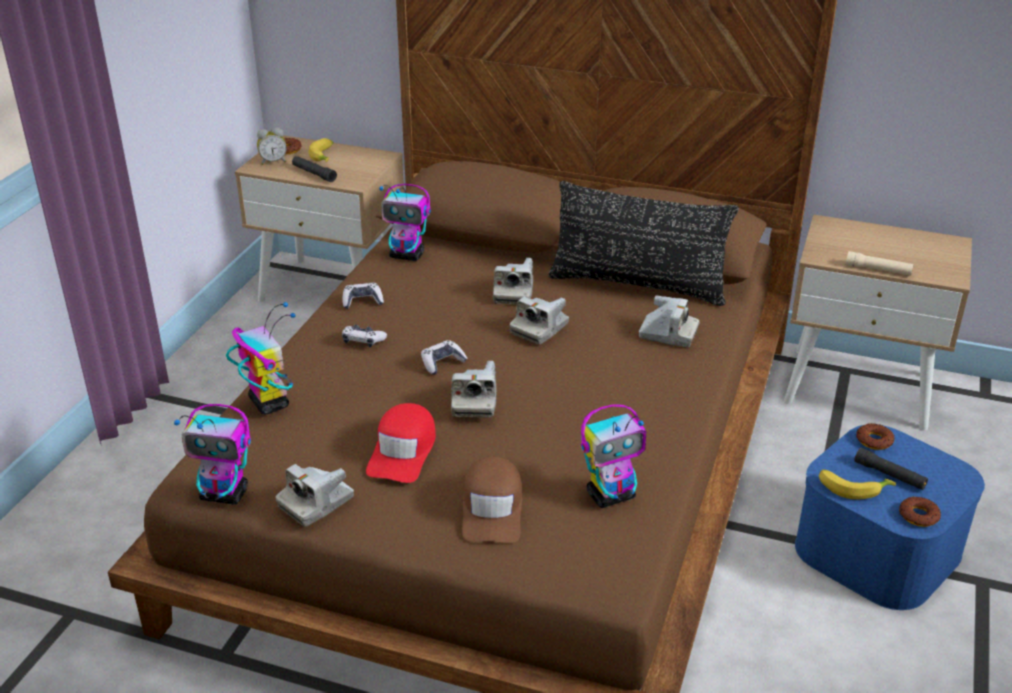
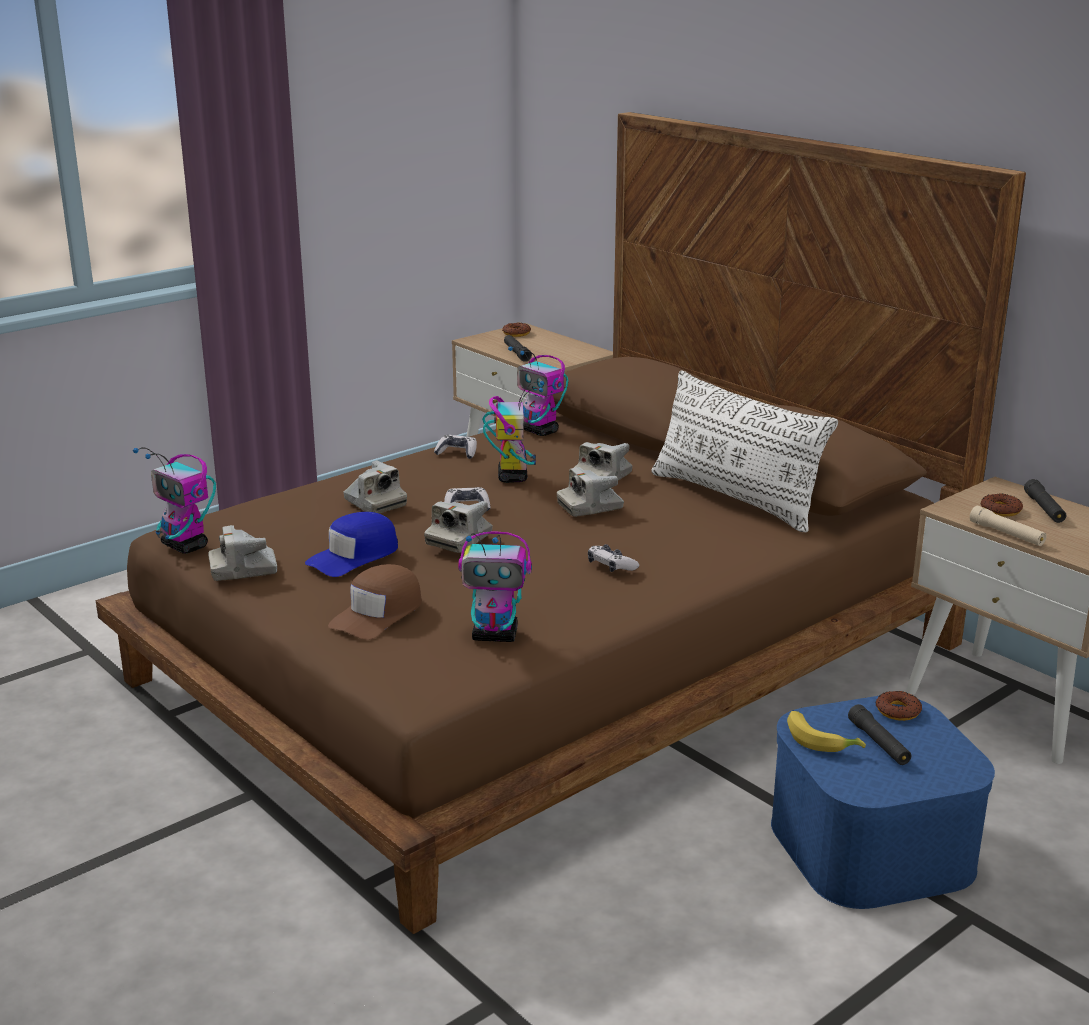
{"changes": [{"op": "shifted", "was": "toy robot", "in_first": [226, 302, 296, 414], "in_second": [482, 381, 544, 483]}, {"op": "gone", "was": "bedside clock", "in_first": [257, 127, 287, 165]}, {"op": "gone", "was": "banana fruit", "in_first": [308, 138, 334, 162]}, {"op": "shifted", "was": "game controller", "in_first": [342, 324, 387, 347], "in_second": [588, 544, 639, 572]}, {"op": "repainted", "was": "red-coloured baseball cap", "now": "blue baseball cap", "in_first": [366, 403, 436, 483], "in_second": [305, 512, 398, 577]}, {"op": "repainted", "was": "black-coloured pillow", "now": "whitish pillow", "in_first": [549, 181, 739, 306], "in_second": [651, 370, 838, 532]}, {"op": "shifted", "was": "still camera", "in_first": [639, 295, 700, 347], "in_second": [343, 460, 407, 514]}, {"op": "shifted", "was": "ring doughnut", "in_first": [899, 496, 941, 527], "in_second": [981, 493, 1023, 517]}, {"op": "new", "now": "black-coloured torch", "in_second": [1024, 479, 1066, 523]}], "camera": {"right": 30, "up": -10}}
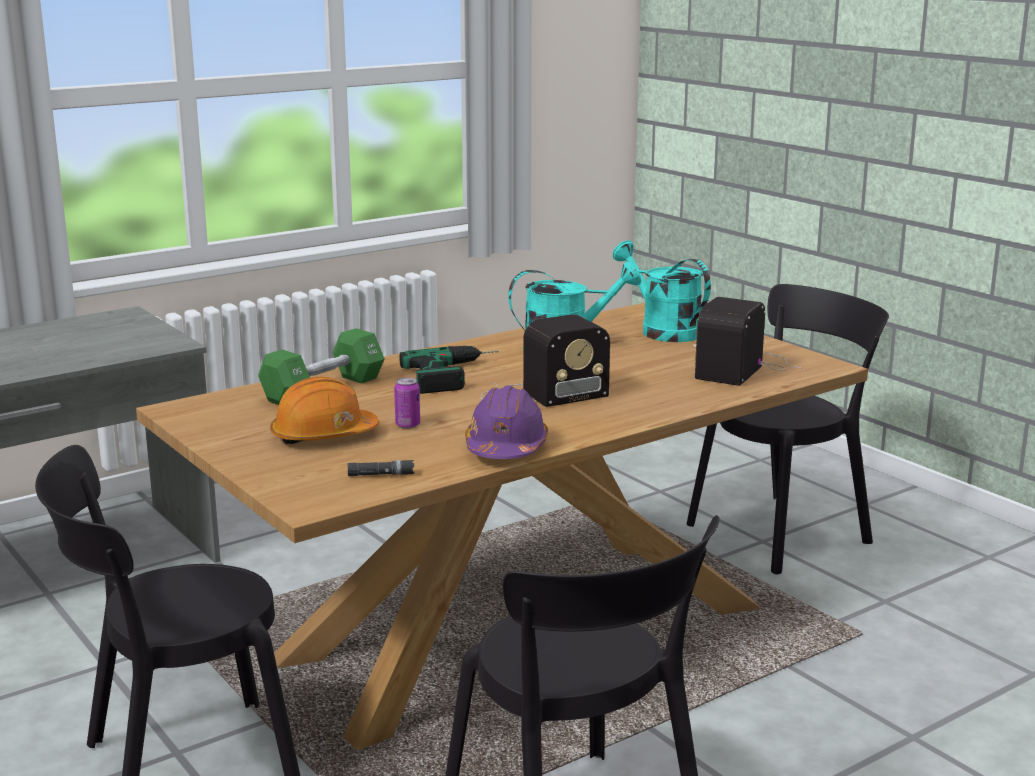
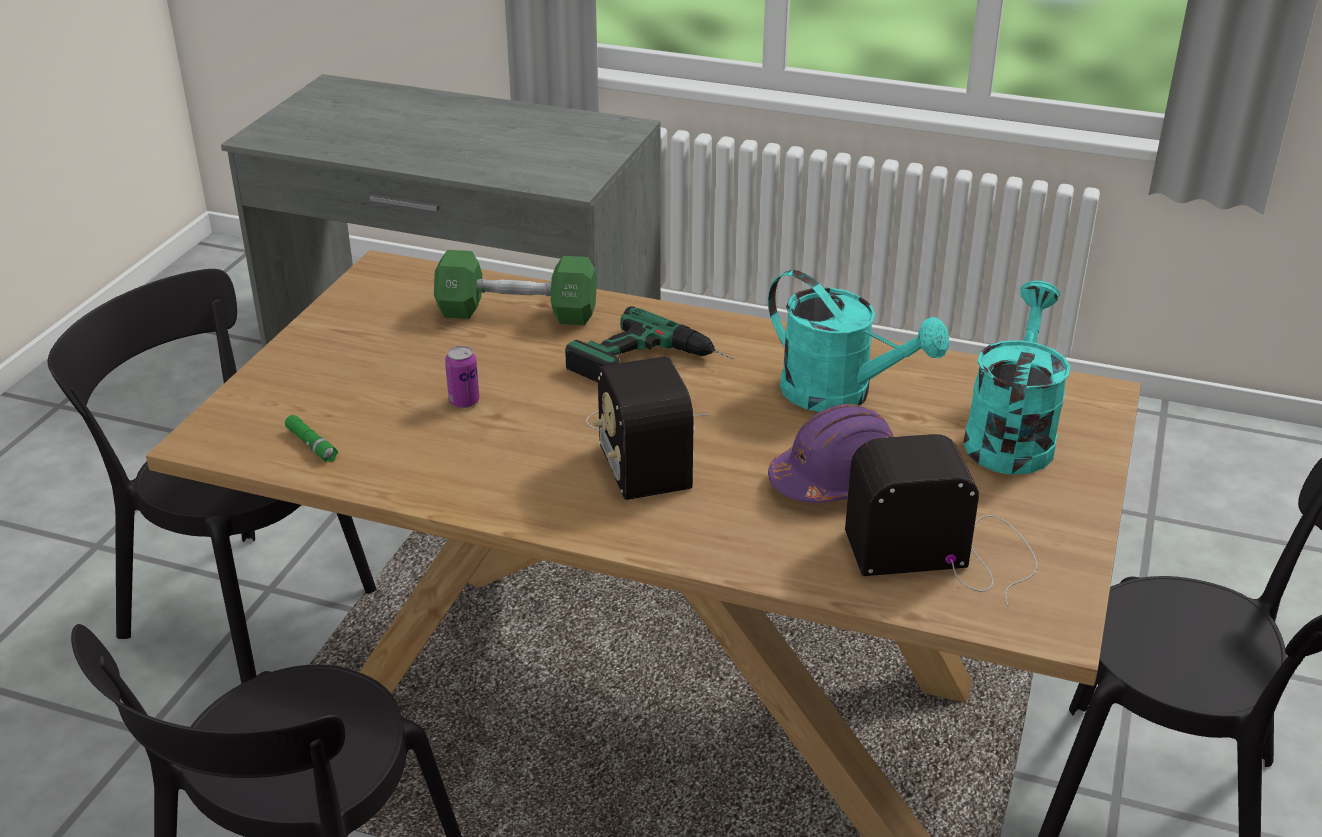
{"changes": [{"op": "gone", "was": "orange work helmet", "in_first": [270, 377, 380, 444]}, {"op": "repainted", "was": "black-coloured torch", "now": "greenish torch", "in_first": [348, 460, 415, 476], "in_second": [285, 415, 338, 462]}, {"op": "shifted", "was": "purplish work helmet", "in_first": [465, 385, 548, 459], "in_second": [768, 404, 894, 503]}, {"op": "rotated", "was": "radio receiver", "in_first": [481, 315, 610, 407], "in_second": [586, 356, 709, 500], "clockwise": 45}], "camera": {"right": 55, "up": 15}}
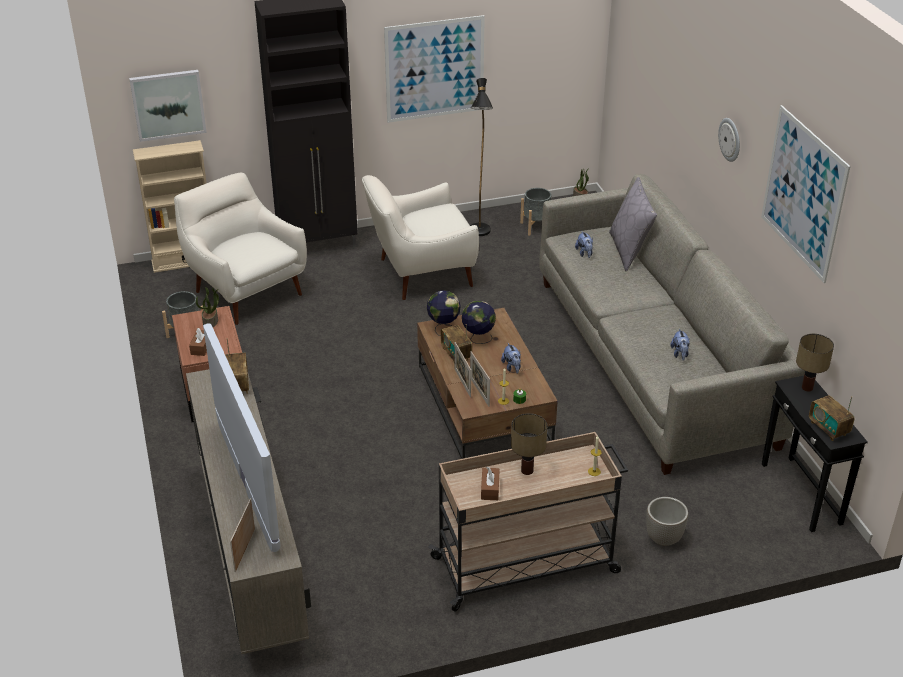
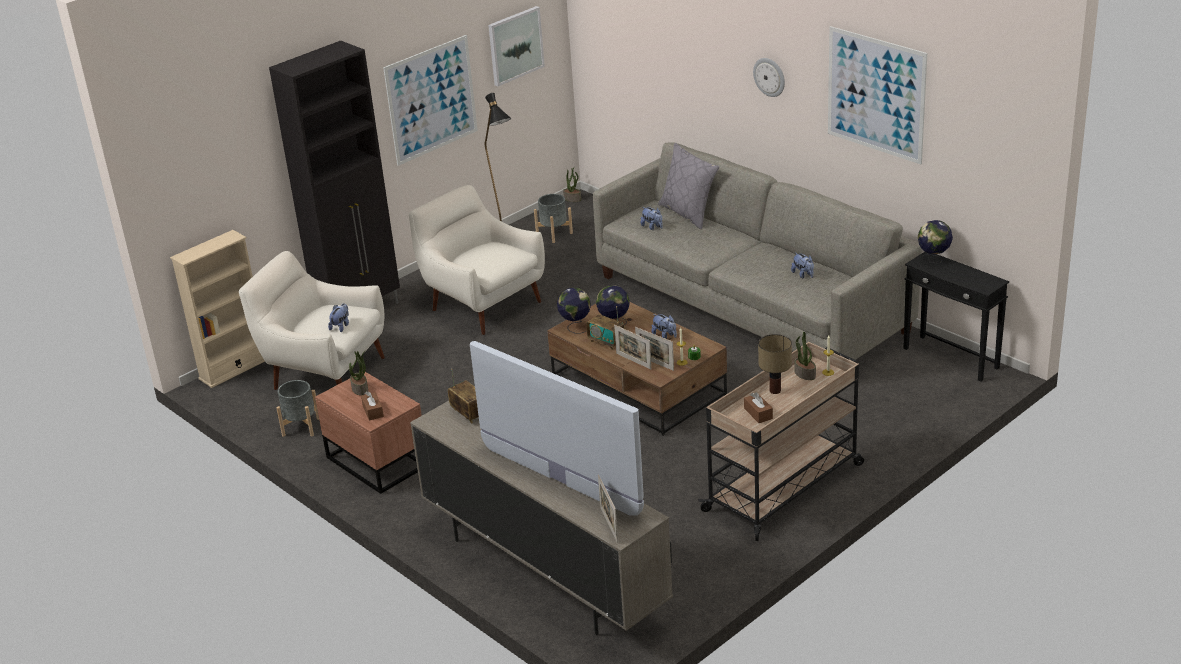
{"changes": [{"op": "shifted", "was": "picture", "in_first": [129, 70, 207, 142], "in_second": [488, 6, 545, 86]}, {"op": "rotated", "was": "whitish easy chair", "in_first": [362, 175, 479, 300], "in_second": [409, 185, 545, 335], "clockwise": 90}, {"op": "gone", "was": "flower pot", "in_first": [646, 497, 688, 546]}, {"op": "swapped", "was": "table lamp", "now": "desk globe", "in_first": [796, 334, 834, 391], "in_second": [917, 220, 953, 264]}, {"op": "gone", "was": "radio receiver", "in_first": [809, 395, 854, 441]}, {"op": "new", "now": "soft toy", "in_second": [328, 303, 349, 332]}, {"op": "new", "now": "potted plant", "in_second": [794, 332, 816, 380]}], "camera": {"right": -25, "up": -5}}
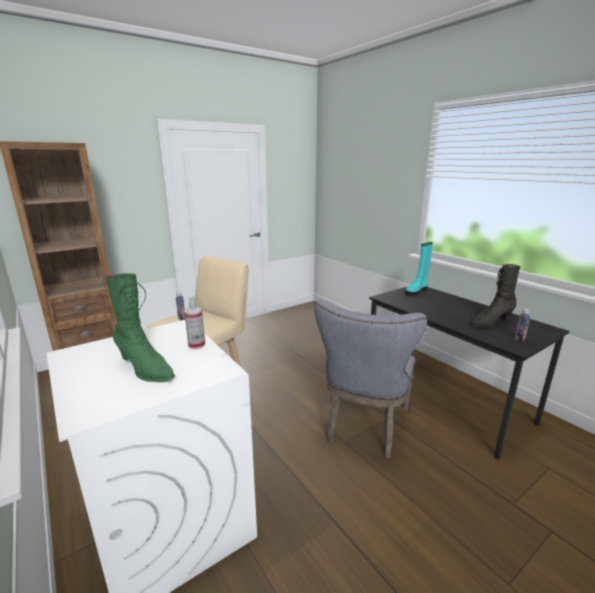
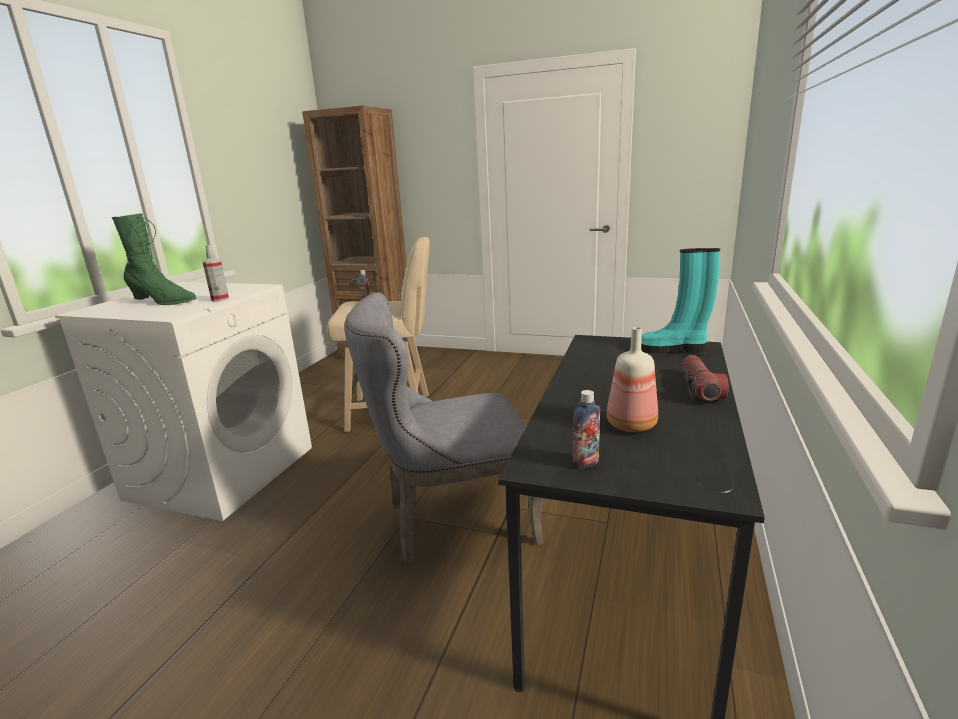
{"changes": [{"op": "rotated", "was": "greenish high-top boot", "in_first": [105, 273, 175, 382], "in_second": [112, 213, 196, 305], "clockwise": -75}, {"op": "swapped", "was": "black-coloured high-top boot", "now": "beverage bottle", "in_first": [470, 264, 521, 327], "in_second": [607, 327, 658, 432]}, {"op": "new", "now": "torch", "in_second": [682, 355, 729, 401]}], "camera": {"right": 55, "up": 0}}
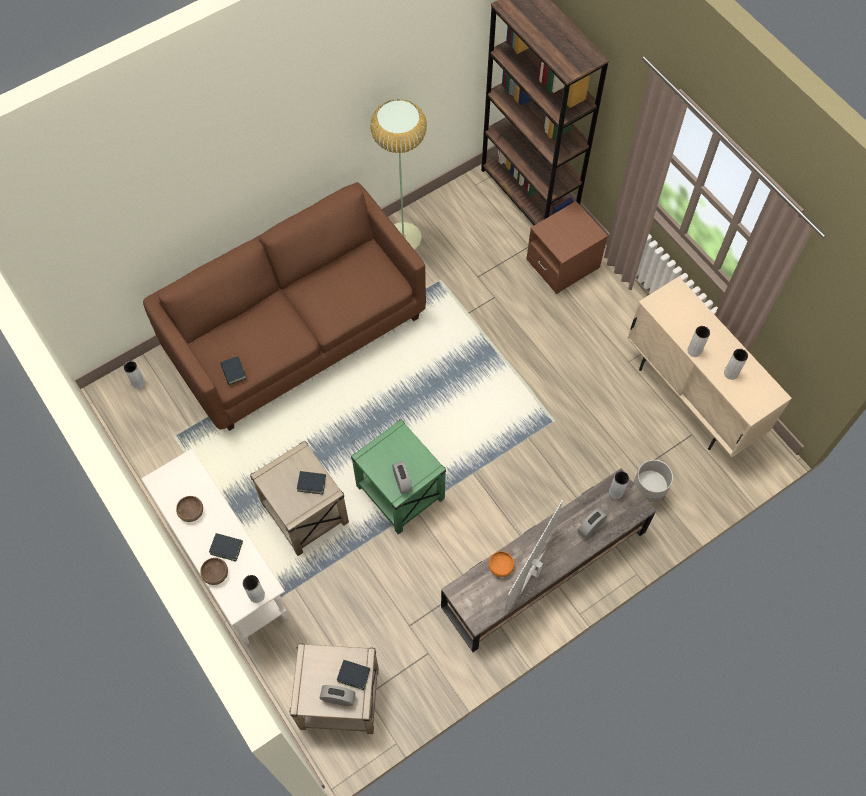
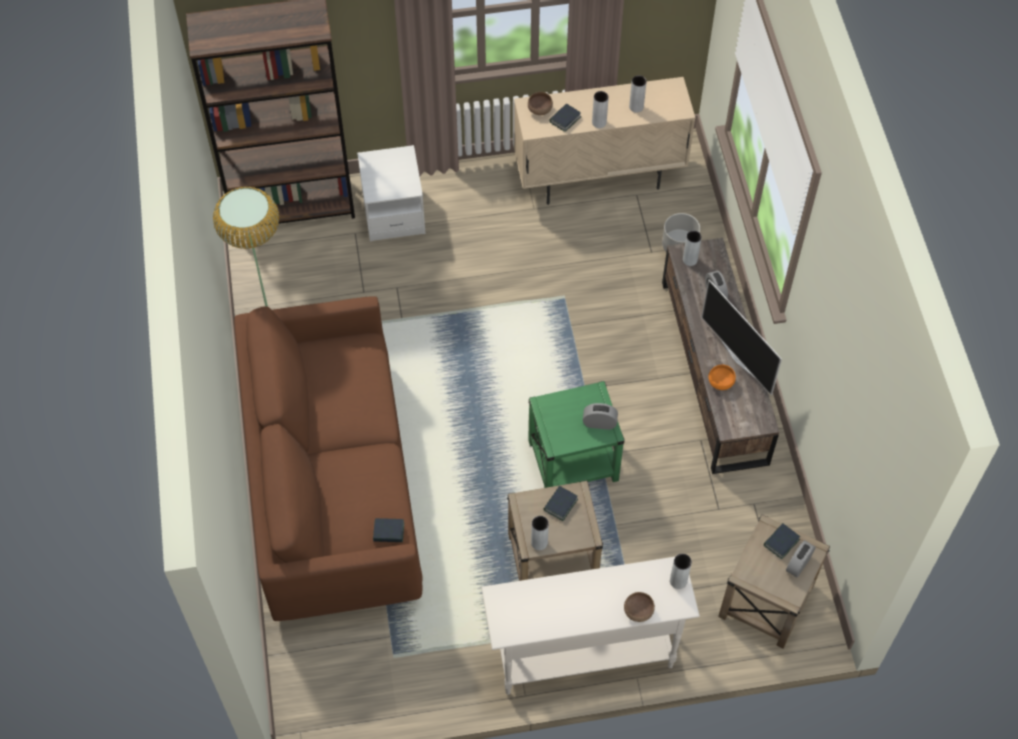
{"changes": [{"op": "shifted", "was": "grey decorative vase", "in_first": [124, 361, 145, 389], "in_second": [531, 516, 549, 550]}, {"op": "shifted", "was": "brownish bowl", "in_first": [176, 496, 203, 522], "in_second": [528, 92, 553, 115]}, {"op": "shifted", "was": "bound book", "in_first": [209, 533, 243, 562], "in_second": [549, 103, 581, 132]}, {"op": "repainted", "was": "brownish nightstand", "now": "whitish nightstand", "in_first": [526, 201, 608, 294], "in_second": [357, 145, 426, 241]}], "camera": {"right": -65, "up": -5}}
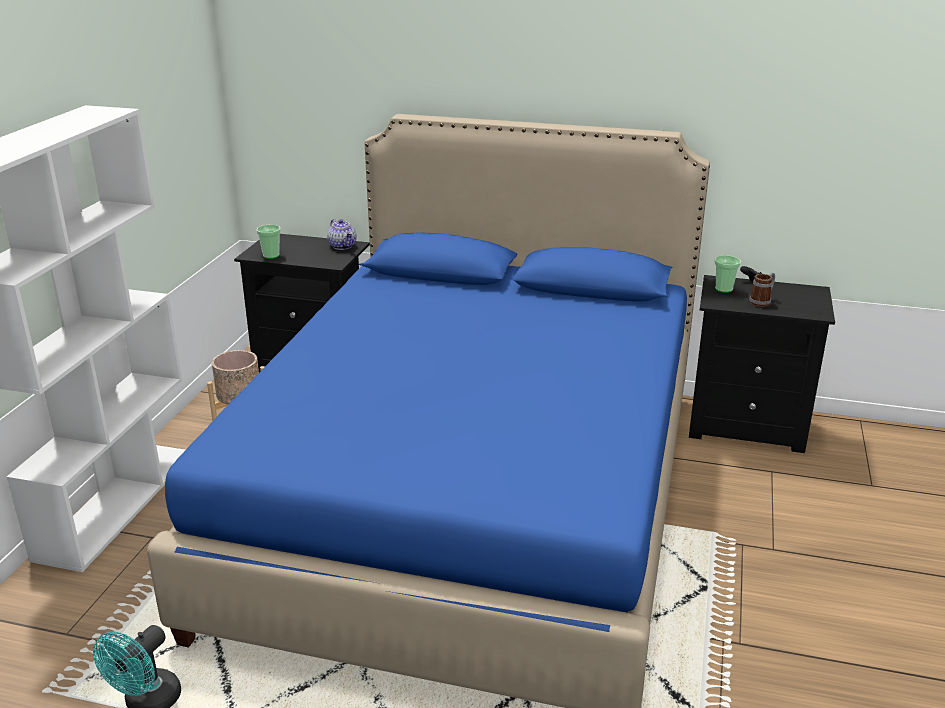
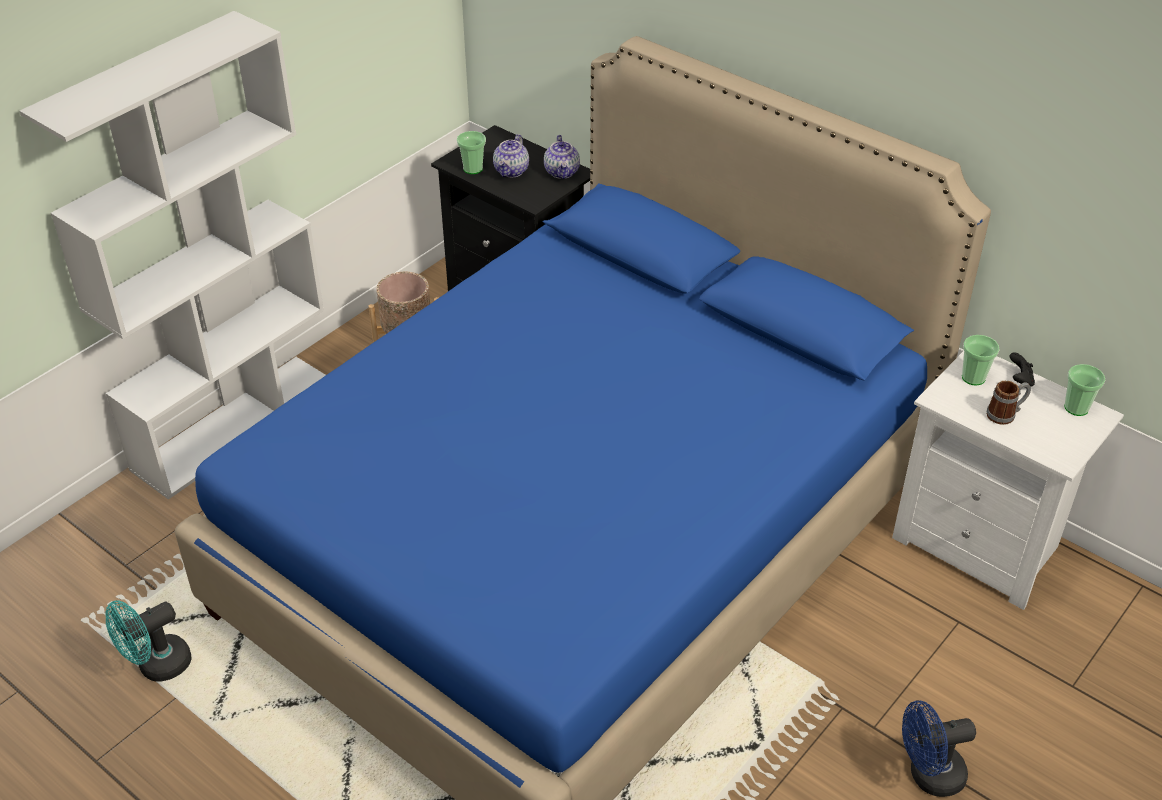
{"changes": [{"op": "repainted", "was": "black-coloured nightstand", "now": "whitish nightstand", "in_first": [689, 275, 835, 453], "in_second": [892, 351, 1124, 610]}, {"op": "new", "now": "pot for tea", "in_second": [493, 134, 529, 177]}, {"op": "new", "now": "blue cooling fan", "in_second": [902, 700, 976, 797]}, {"op": "new", "now": "drinking cup", "in_second": [1064, 364, 1105, 416]}], "camera": {"right": 25, "up": 15}}
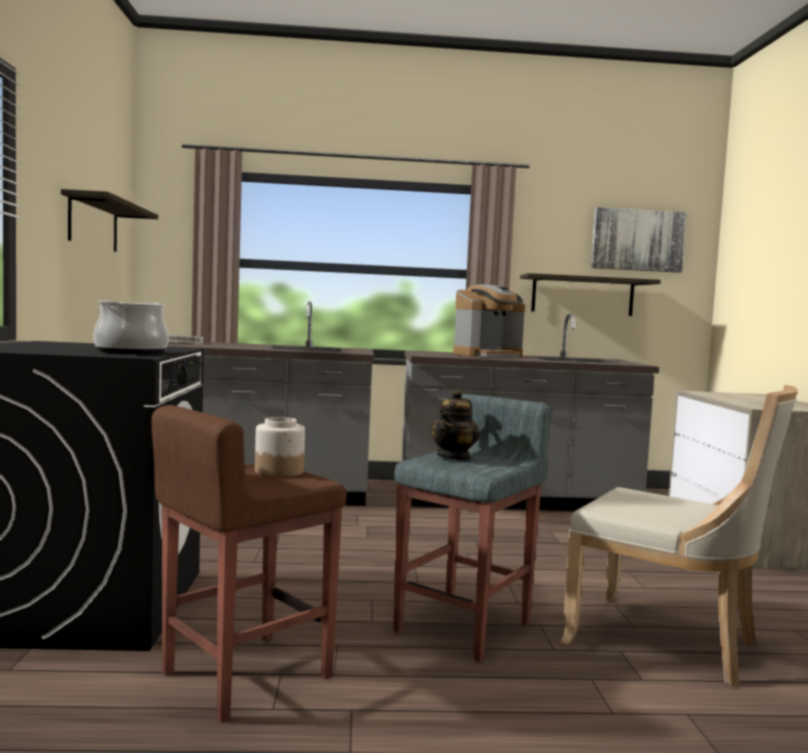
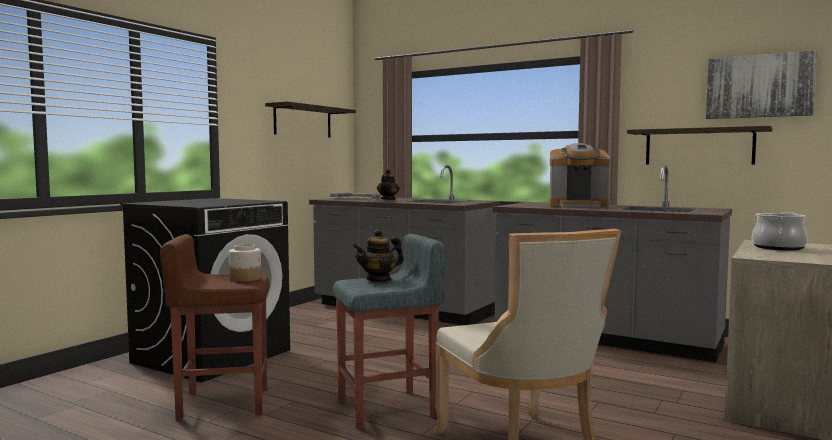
{"changes": [{"op": "shifted", "was": "saucepot", "in_first": [93, 301, 169, 354], "in_second": [752, 212, 808, 251]}, {"op": "new", "now": "pot for tea", "in_second": [377, 169, 399, 200]}], "camera": {"right": 35, "up": 0}}
